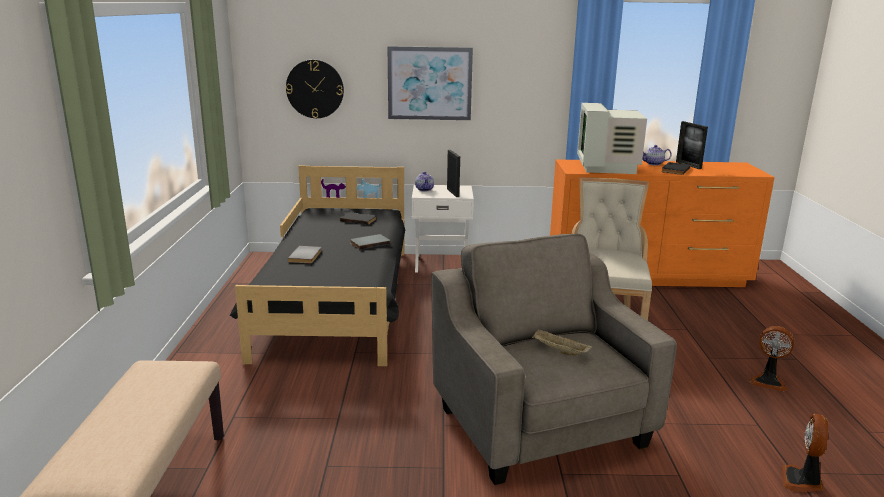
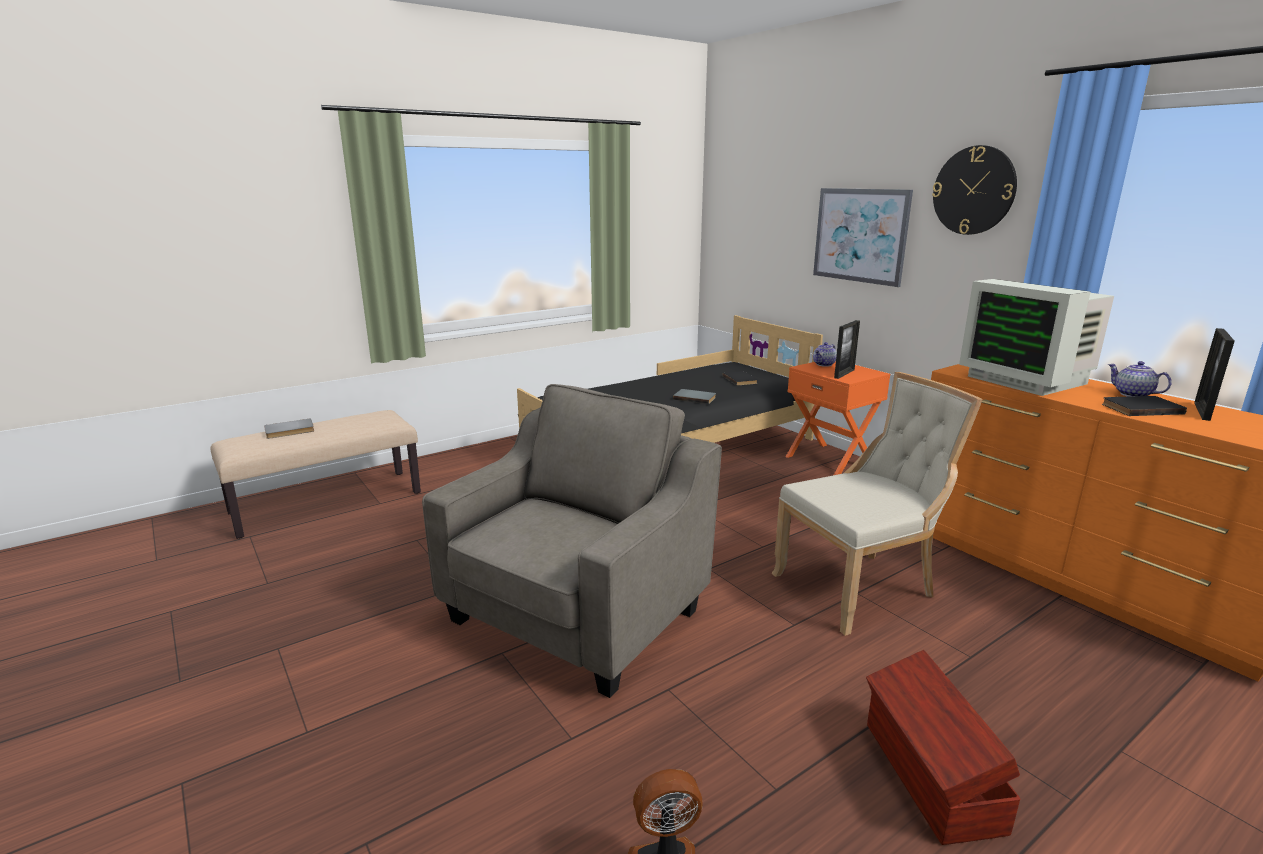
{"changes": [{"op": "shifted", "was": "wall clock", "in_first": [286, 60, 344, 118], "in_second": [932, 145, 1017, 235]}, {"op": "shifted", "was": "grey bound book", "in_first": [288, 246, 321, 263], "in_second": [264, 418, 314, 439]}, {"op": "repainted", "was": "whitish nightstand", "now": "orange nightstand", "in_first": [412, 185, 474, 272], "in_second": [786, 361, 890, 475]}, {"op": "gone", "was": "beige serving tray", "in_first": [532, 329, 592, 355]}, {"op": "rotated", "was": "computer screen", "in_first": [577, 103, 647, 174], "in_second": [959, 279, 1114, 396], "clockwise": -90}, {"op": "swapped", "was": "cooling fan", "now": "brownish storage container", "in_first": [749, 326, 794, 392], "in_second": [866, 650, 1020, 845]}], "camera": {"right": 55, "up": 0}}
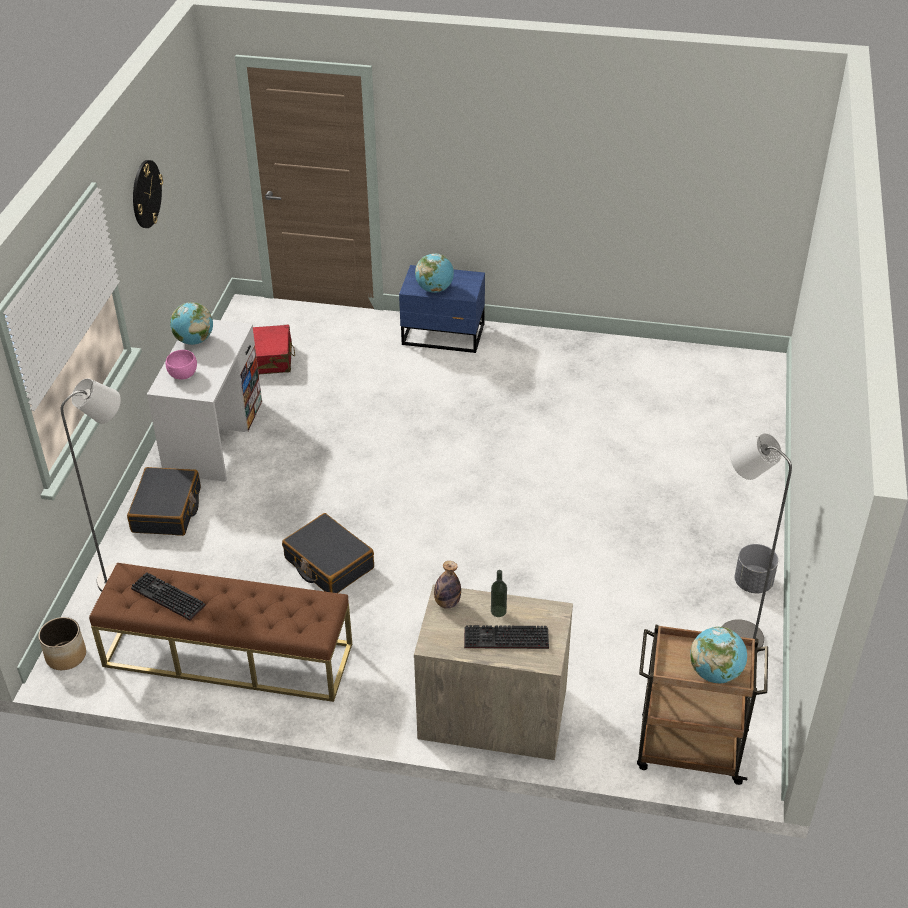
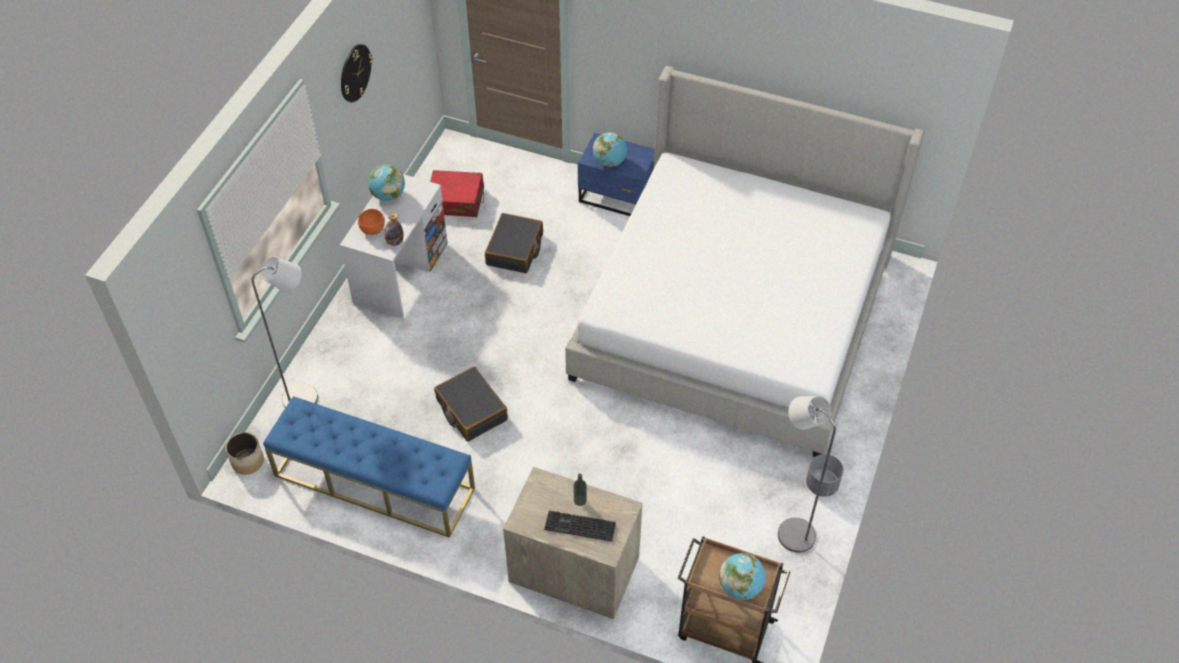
{"changes": [{"op": "repainted", "was": "brownish indoor bench", "now": "blue indoor bench", "in_first": [89, 563, 352, 702], "in_second": [263, 396, 475, 538]}, {"op": "shifted", "was": "black-coloured travel case", "in_first": [127, 467, 201, 536], "in_second": [485, 213, 543, 273]}, {"op": "gone", "was": "keyboard", "in_first": [131, 572, 206, 620]}, {"op": "repainted", "was": "pink bowl", "now": "orange bowl", "in_first": [165, 350, 197, 380], "in_second": [358, 209, 385, 235]}, {"op": "shifted", "was": "beverage bottle", "in_first": [434, 561, 461, 609], "in_second": [384, 212, 404, 246]}, {"op": "new", "now": "bedroom bed", "in_second": [565, 66, 924, 457]}], "camera": {"right": 10, "up": 10}}
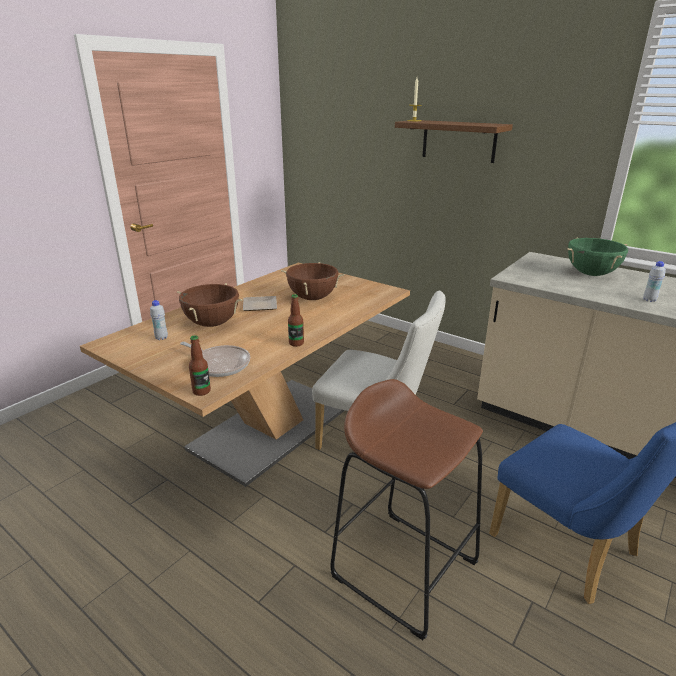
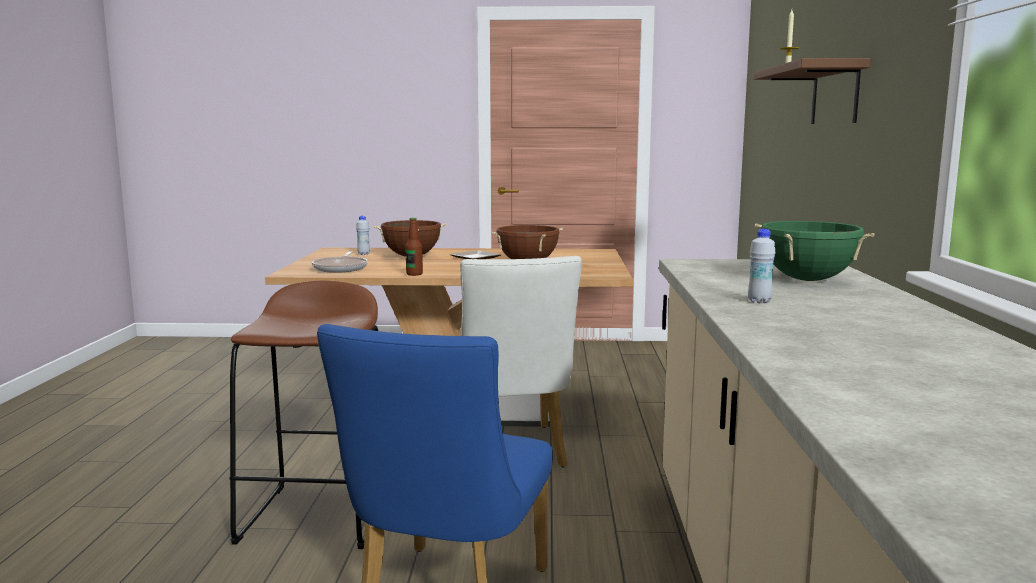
{"changes": [{"op": "gone", "was": "beverage bottle", "in_first": [189, 335, 211, 396]}], "camera": {"right": 55, "up": -15}}
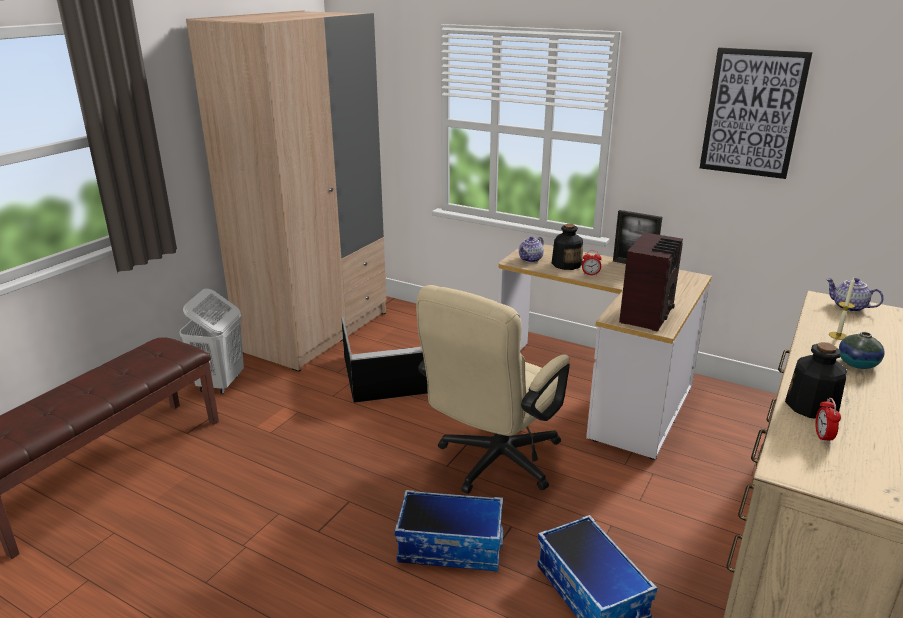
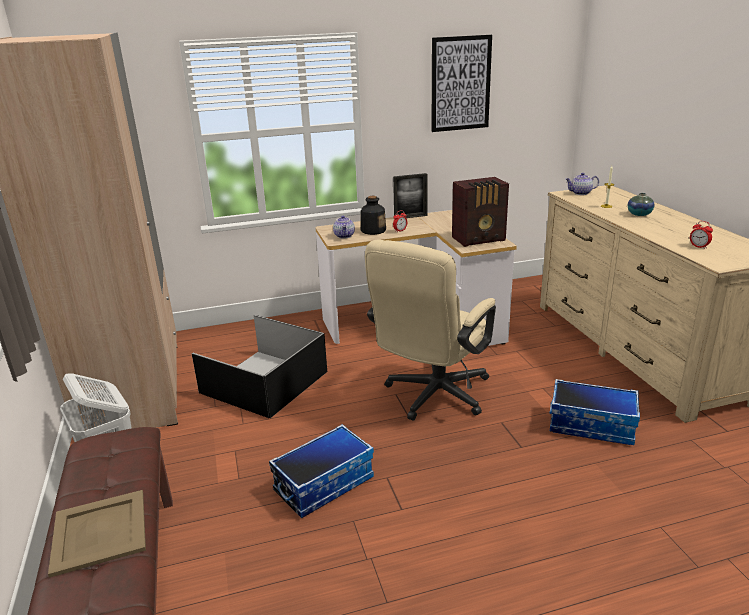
{"changes": [{"op": "shifted", "was": "storage container", "in_first": [395, 490, 504, 571], "in_second": [269, 424, 374, 518]}, {"op": "rotated", "was": "beige office chair", "in_first": [416, 285, 570, 494], "in_second": [365, 240, 496, 421], "clockwise": 45}, {"op": "rotated", "was": "radio receiver", "in_first": [619, 232, 683, 331], "in_second": [452, 177, 509, 247], "clockwise": 90}, {"op": "gone", "was": "beverage bottle", "in_first": [785, 342, 847, 419]}, {"op": "new", "now": "beige serving tray", "in_second": [48, 490, 146, 578]}], "camera": {"right": -45, "up": 0}}
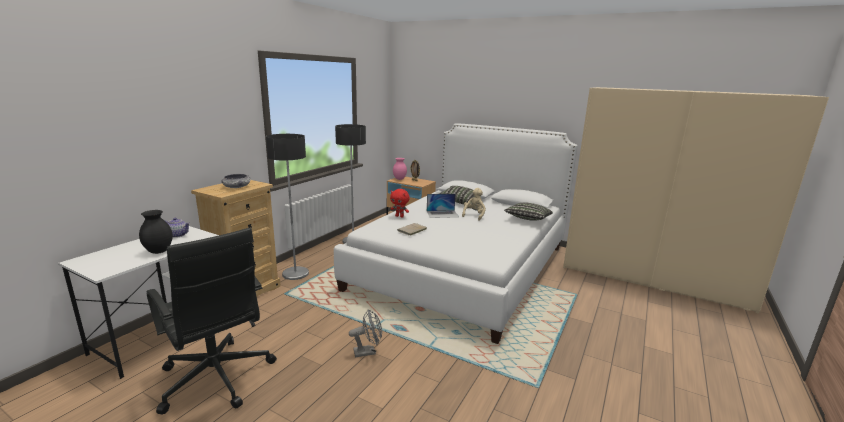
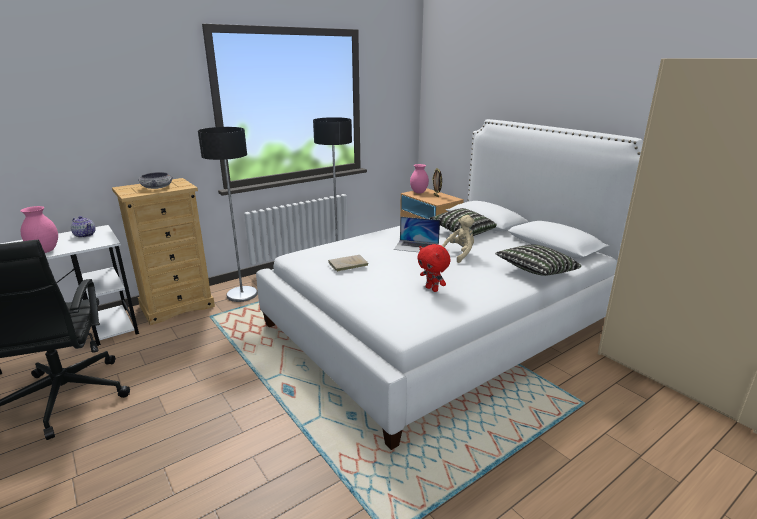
{"changes": [{"op": "repainted", "was": "black-coloured decorative vase", "now": "pink decorative vase", "in_first": [139, 210, 172, 254], "in_second": [20, 206, 58, 253]}, {"op": "gone", "was": "grey cooling fan", "in_first": [349, 309, 382, 357]}, {"op": "shifted", "was": "red-coloured soft toy", "in_first": [390, 189, 410, 218], "in_second": [417, 244, 451, 292]}], "camera": {"right": 25, "up": 5}}
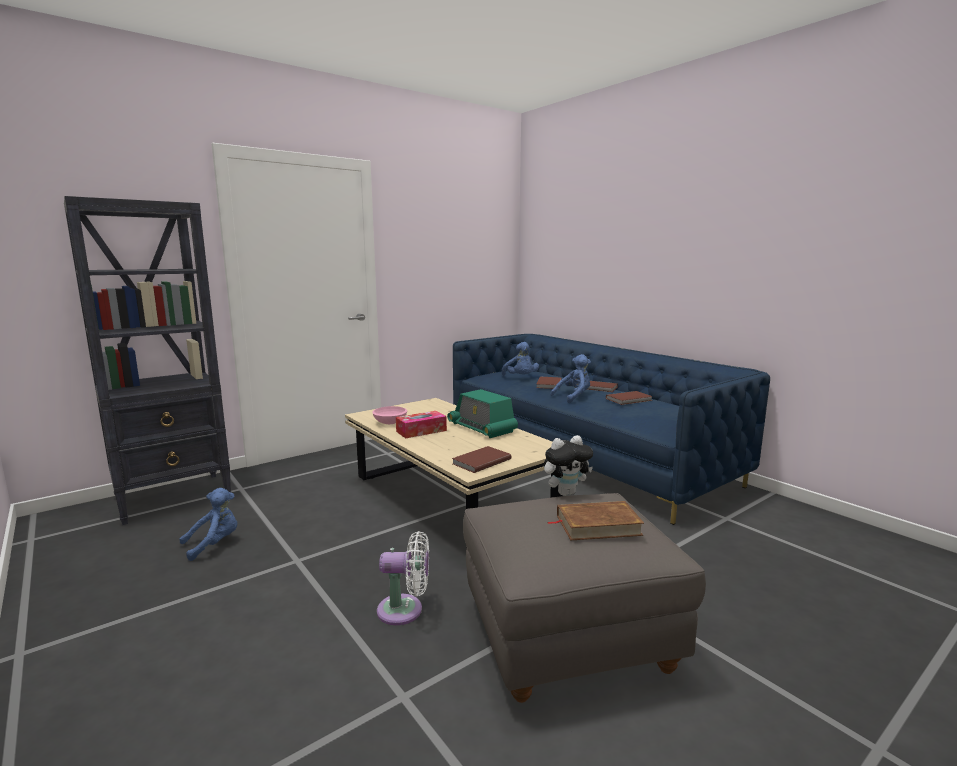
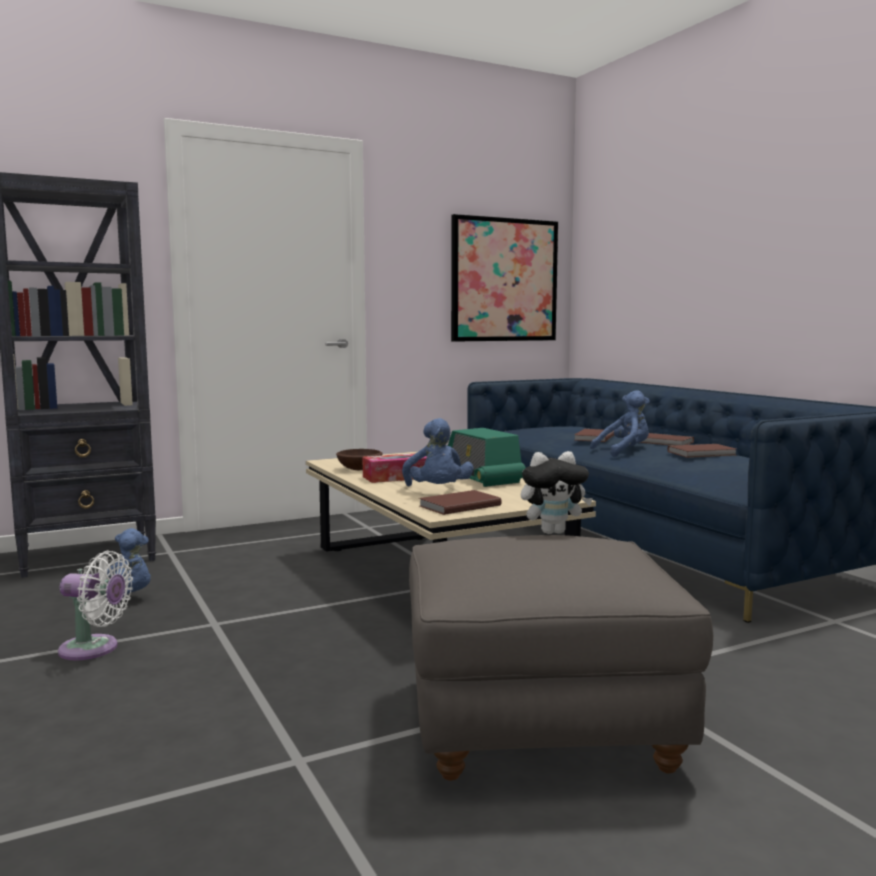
{"changes": [{"op": "repainted", "was": "pink bowl", "now": "brownish bowl", "in_first": [372, 406, 407, 424], "in_second": [336, 449, 383, 470]}, {"op": "shifted", "was": "whitish cooling fan", "in_first": [377, 531, 429, 625], "in_second": [58, 551, 133, 660]}, {"op": "shifted", "was": "blue soft toy", "in_first": [502, 342, 539, 376], "in_second": [402, 418, 474, 486]}, {"op": "gone", "was": "brownish bound book", "in_first": [547, 501, 644, 540]}, {"op": "new", "now": "picture", "in_second": [451, 214, 558, 342]}], "camera": {"right": 10, "up": -5}}
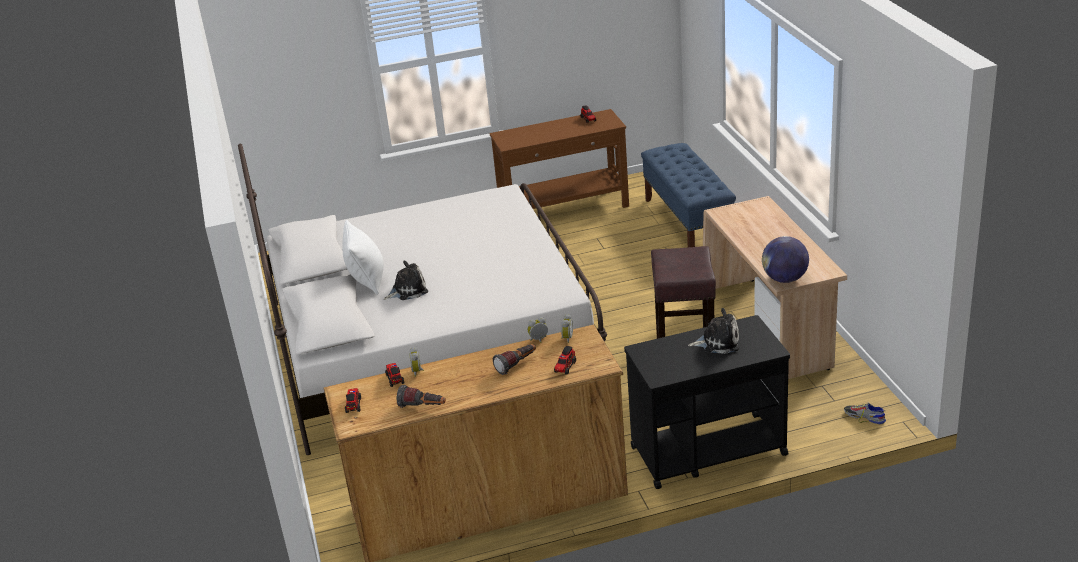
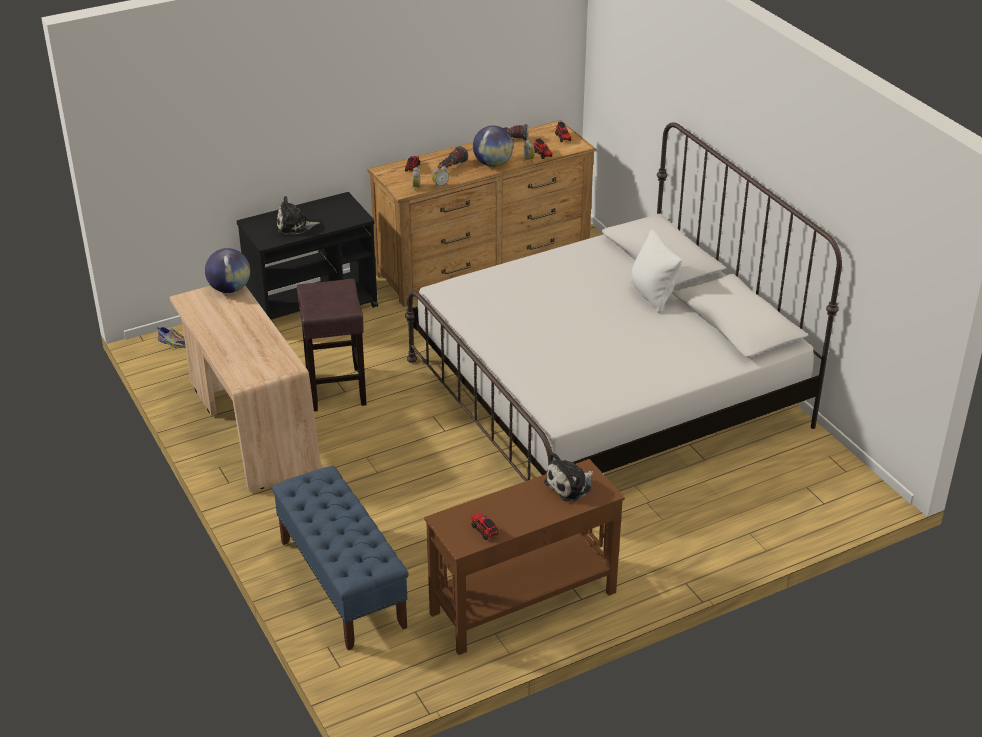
{"changes": [{"op": "shifted", "was": "soft toy", "in_first": [384, 260, 428, 300], "in_second": [544, 453, 594, 501]}, {"op": "new", "now": "desk globe", "in_second": [473, 126, 513, 167]}], "camera": {"right": 165, "up": 5}}
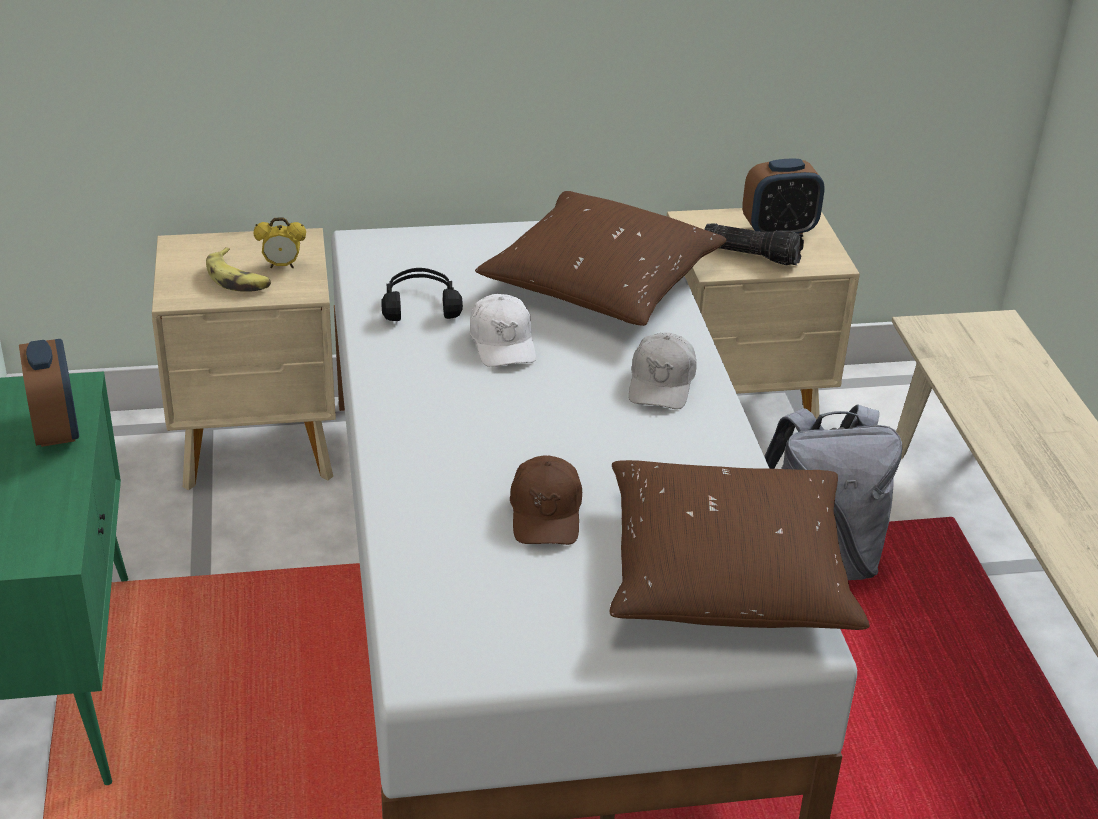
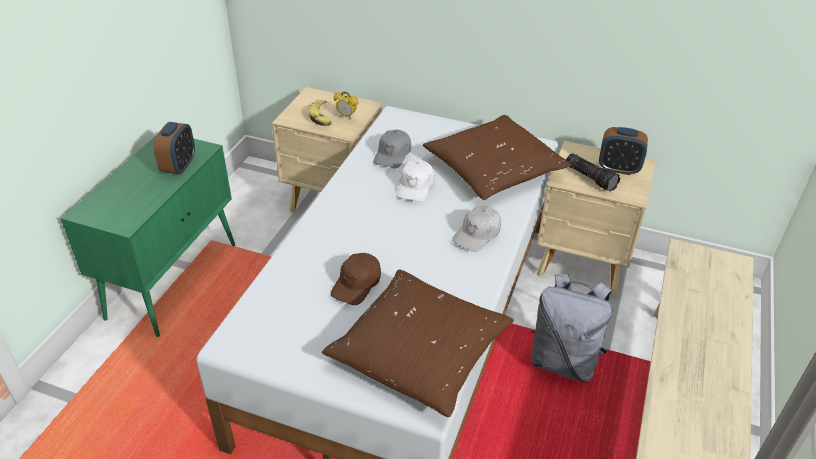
{"changes": [{"op": "swapped", "was": "black-coloured pair of headphones", "now": "grey baseball cap", "in_first": [381, 268, 463, 321], "in_second": [373, 130, 411, 168]}], "camera": {"right": 30, "up": 5}}
